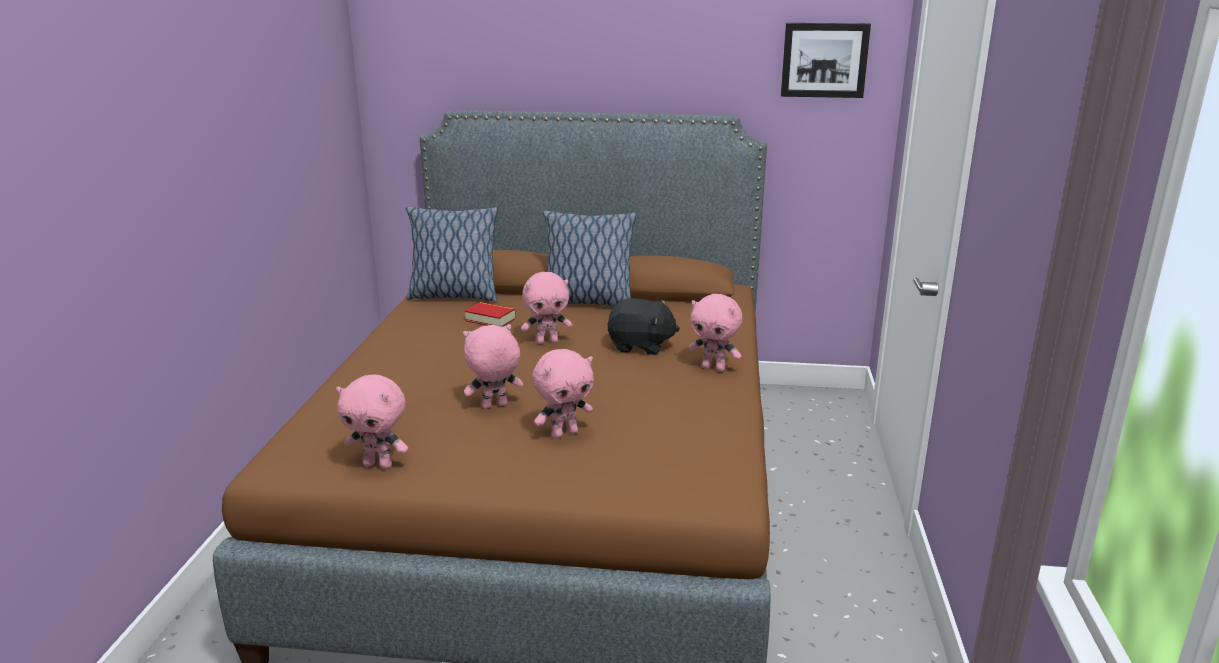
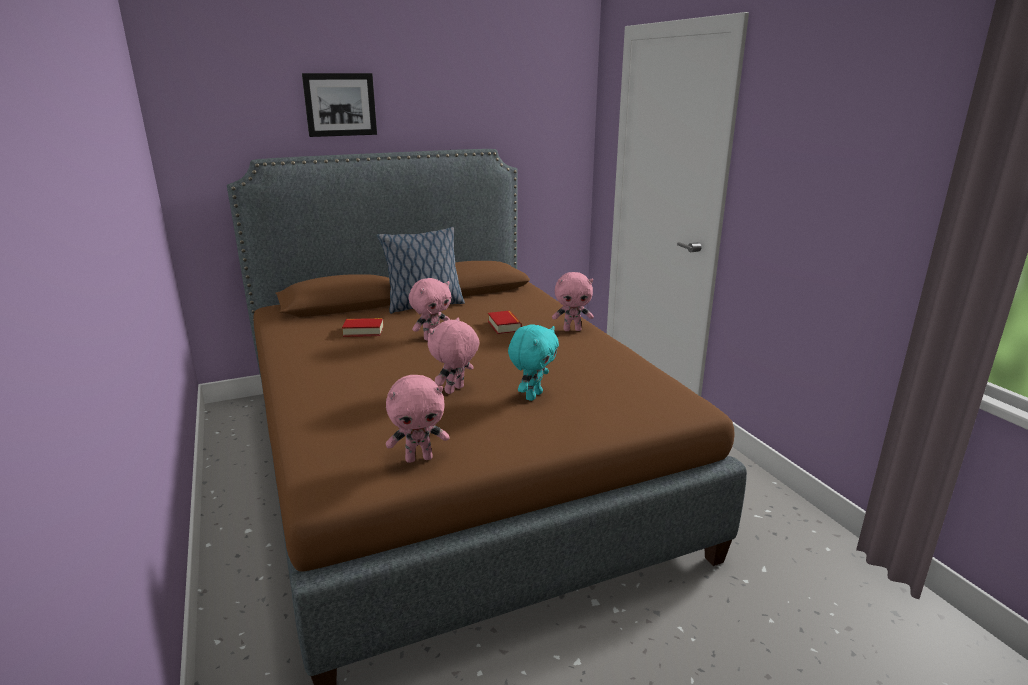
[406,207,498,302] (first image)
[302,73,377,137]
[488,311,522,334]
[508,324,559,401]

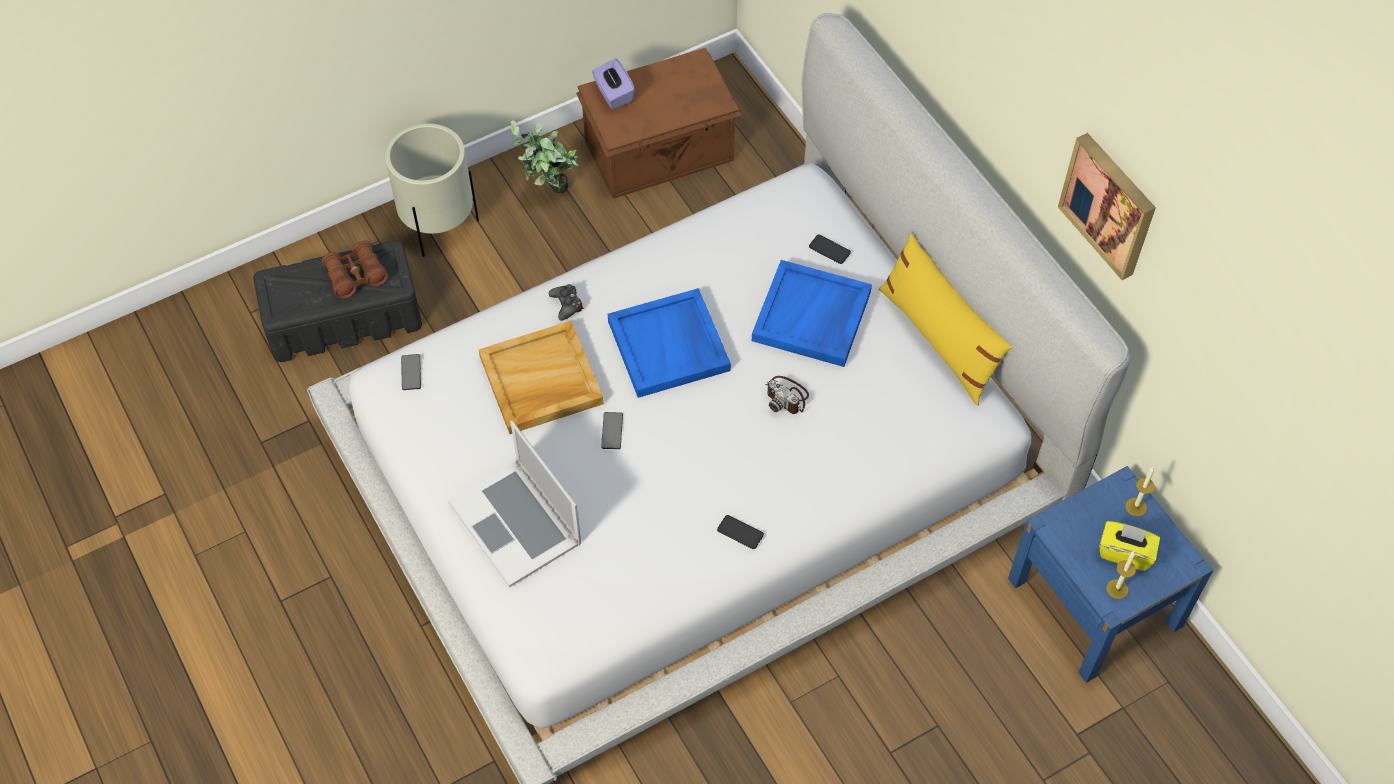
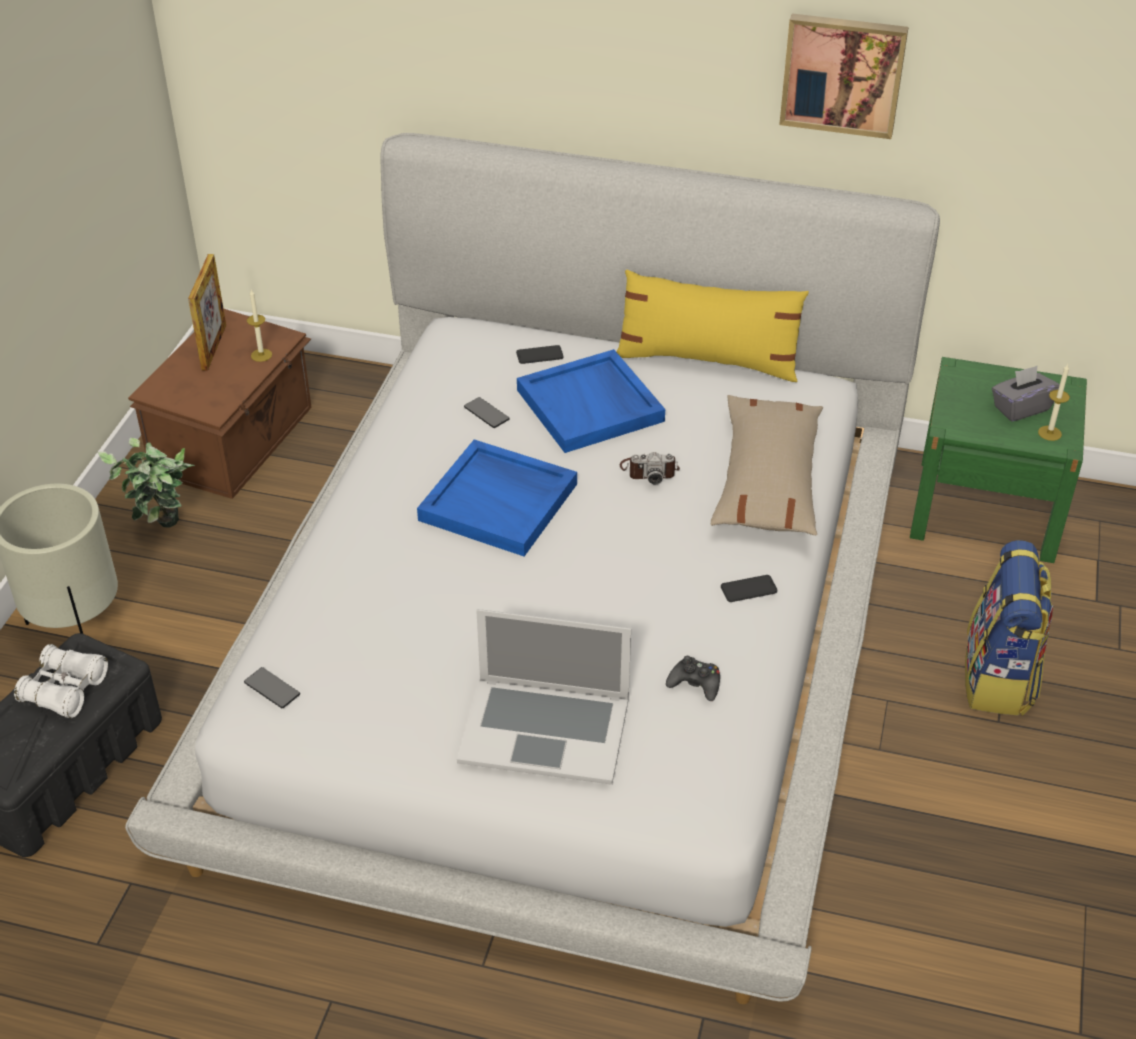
[478,321,604,434] (first image)
[592,58,635,109] (first image)
[188,254,226,371]
[711,395,823,535]
[965,540,1053,716]
[666,656,720,701]
[464,397,509,428]
[247,290,272,362]
[14,644,108,718]
[910,357,1087,563]
[992,366,1060,422]

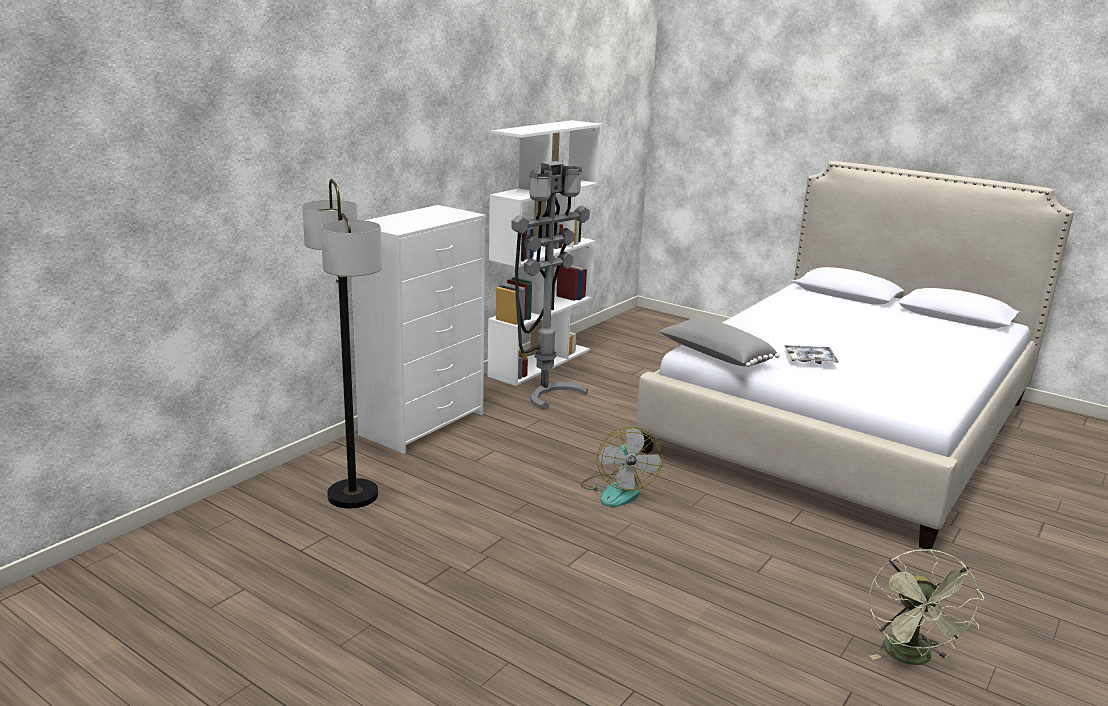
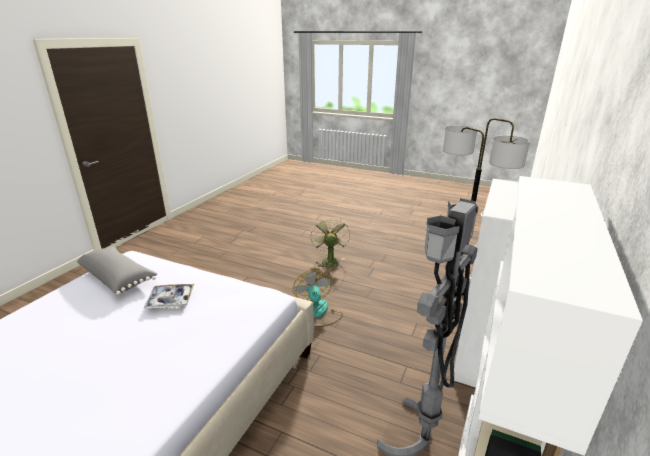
[77,247,157,295]
[310,216,350,270]

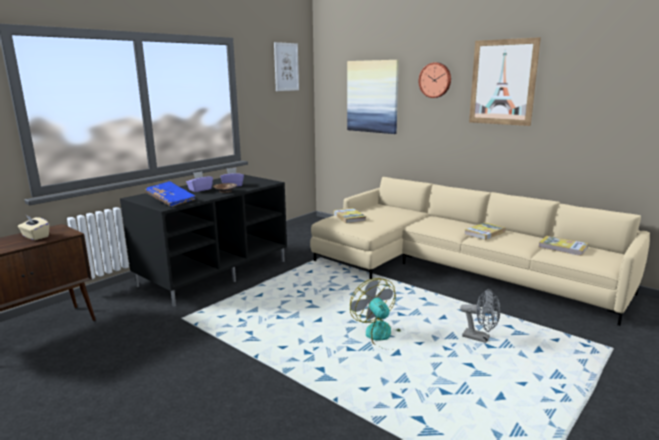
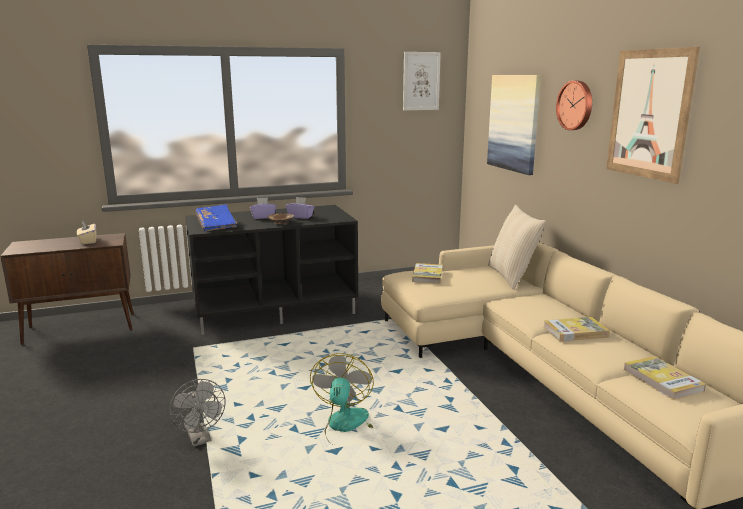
[488,205,546,290]
[169,379,226,447]

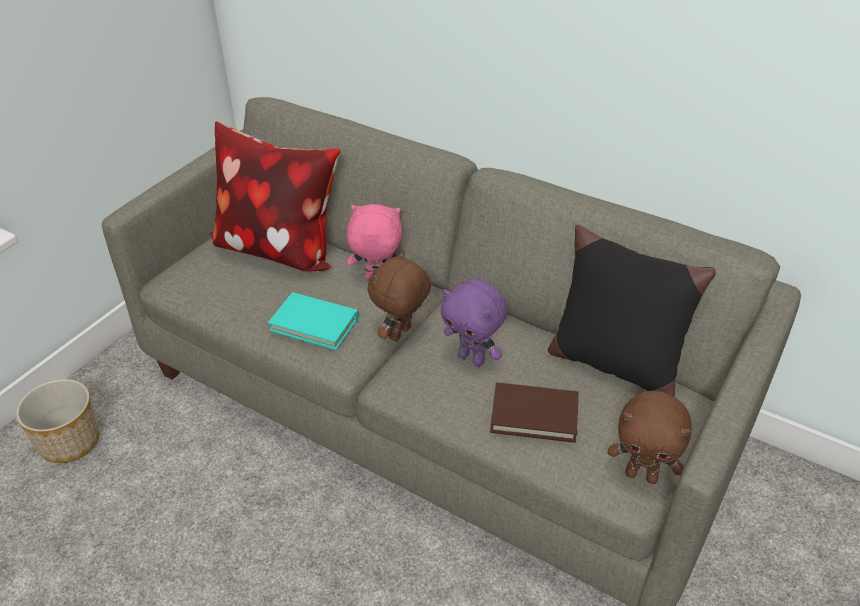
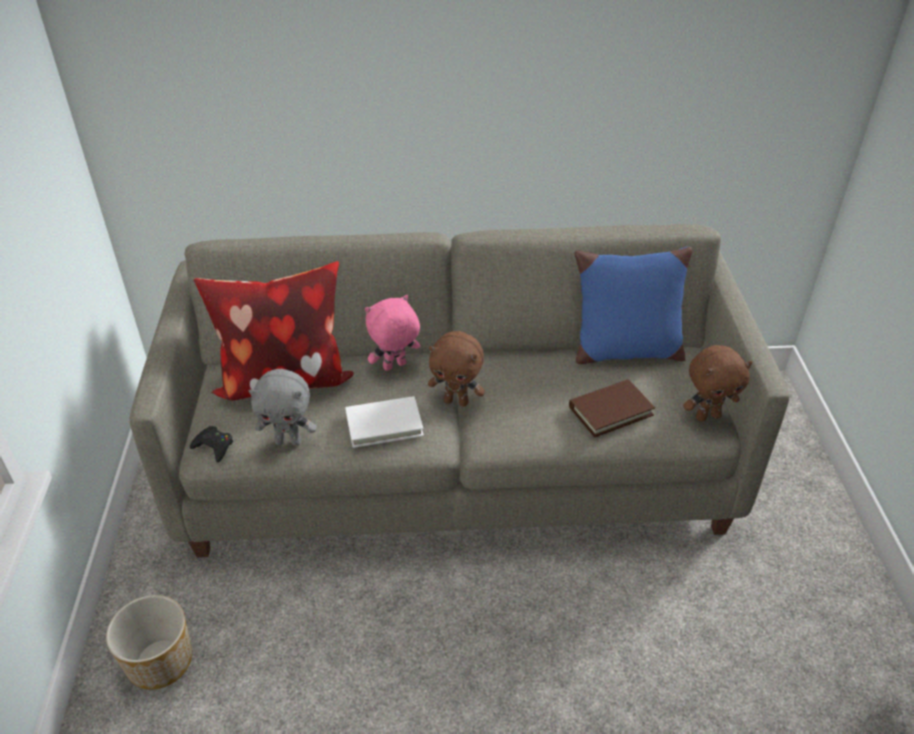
[441,279,507,367] (first image)
[190,426,233,462]
[249,369,317,446]
[345,396,424,448]
[575,247,692,364]
[428,331,485,407]

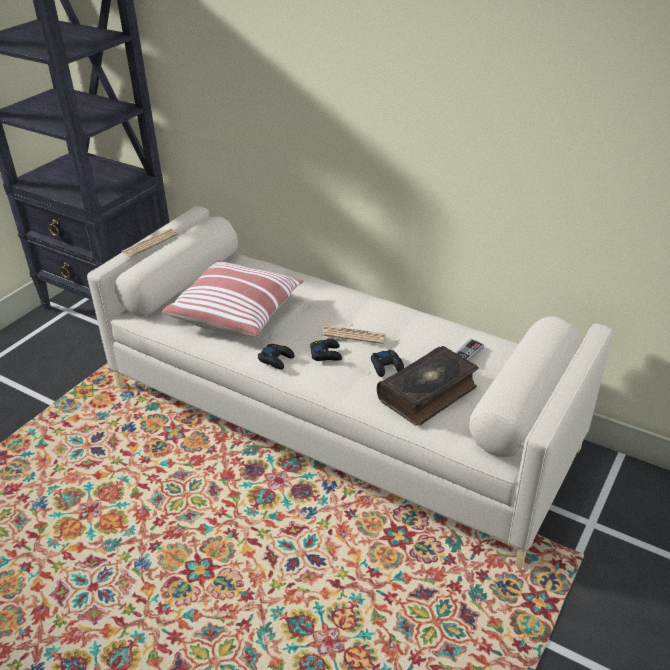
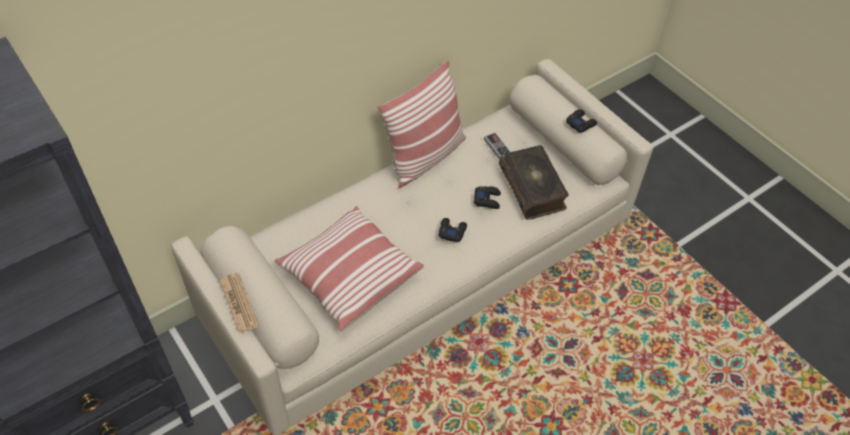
[321,325,386,344] (first image)
[377,60,466,188]
[566,109,597,133]

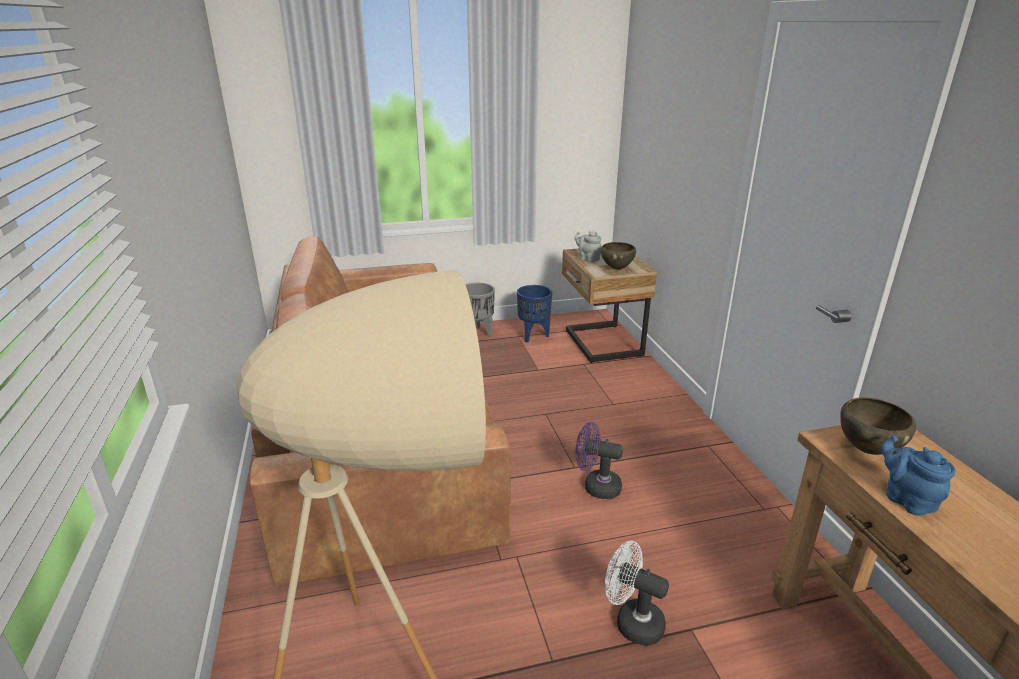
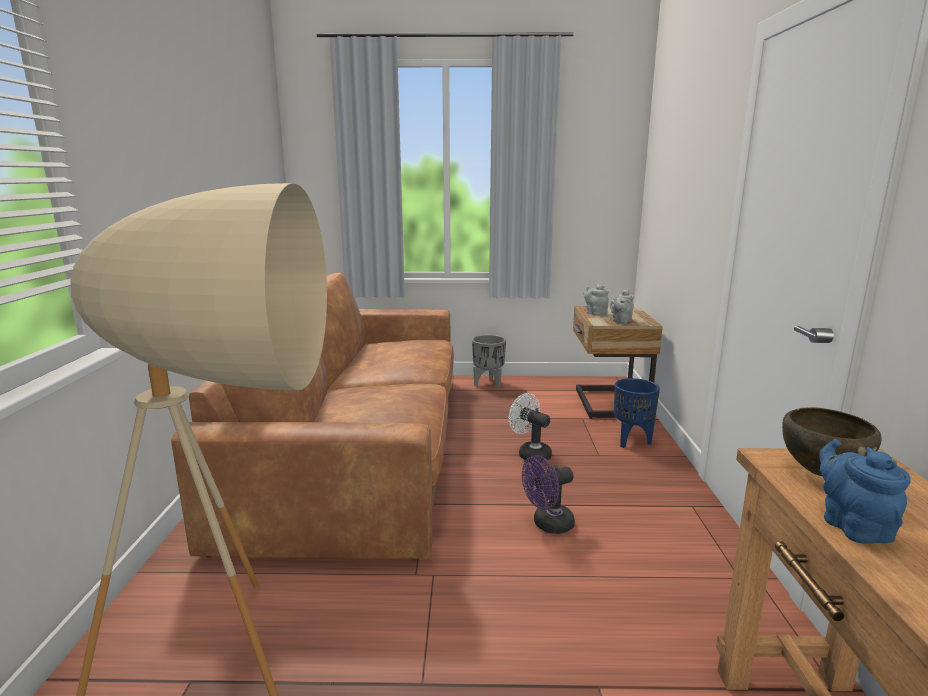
[614,378,660,448]
[509,393,552,462]
[610,289,634,324]
[522,455,575,534]

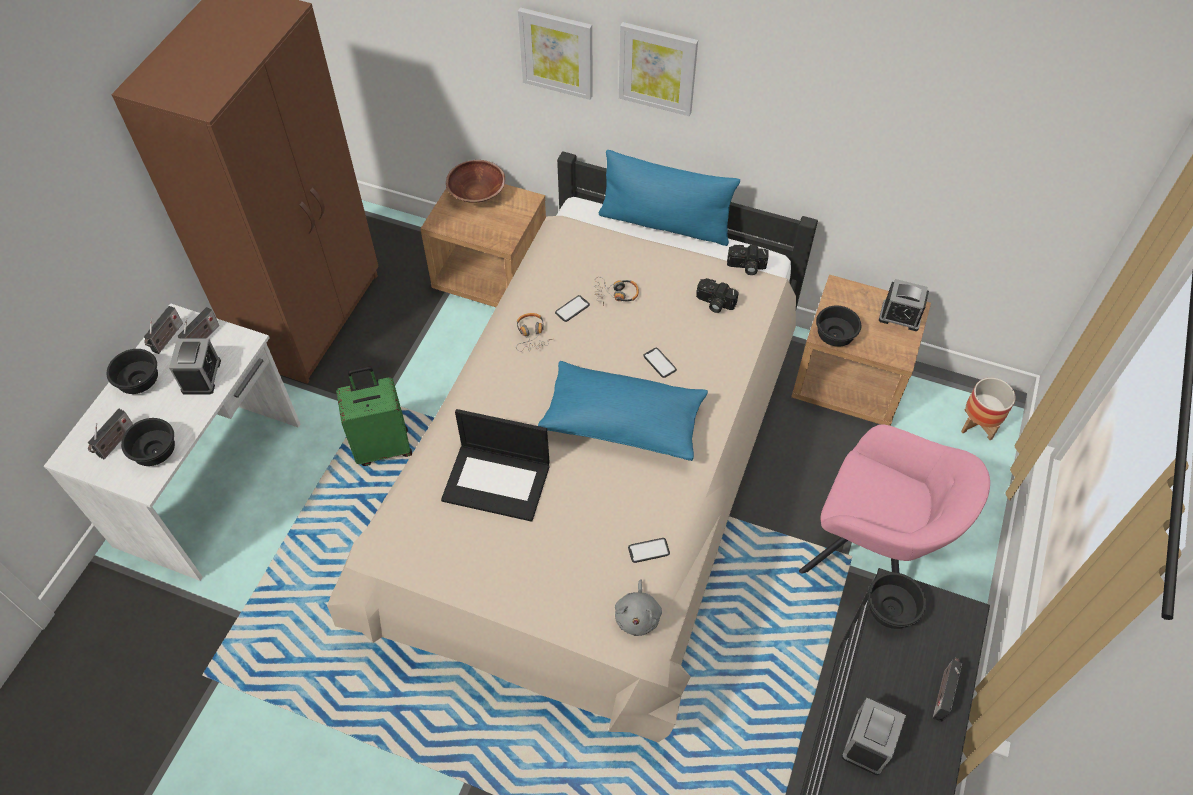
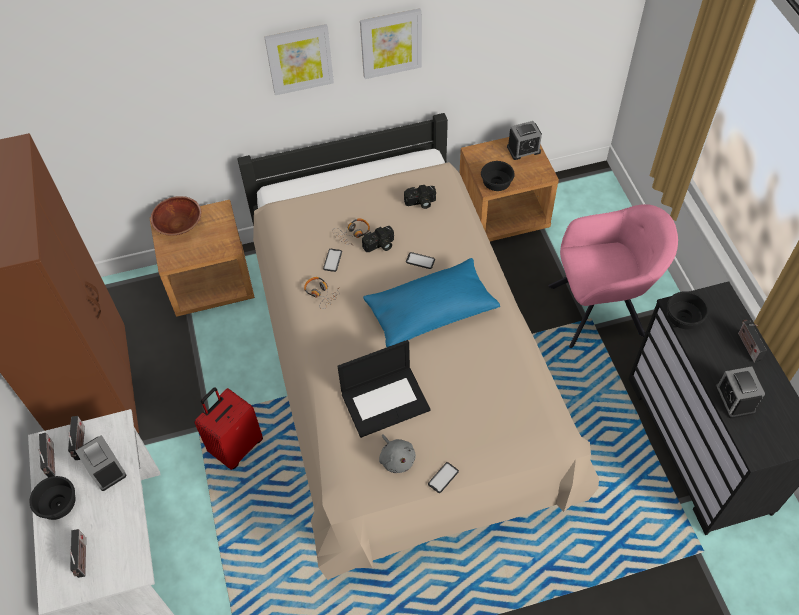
[121,418,175,466] (first image)
[599,150,740,246] (first image)
[961,378,1016,440] (first image)
[360,8,422,79]
[379,434,416,473]
[428,462,459,493]
[362,226,394,252]
[194,387,263,470]

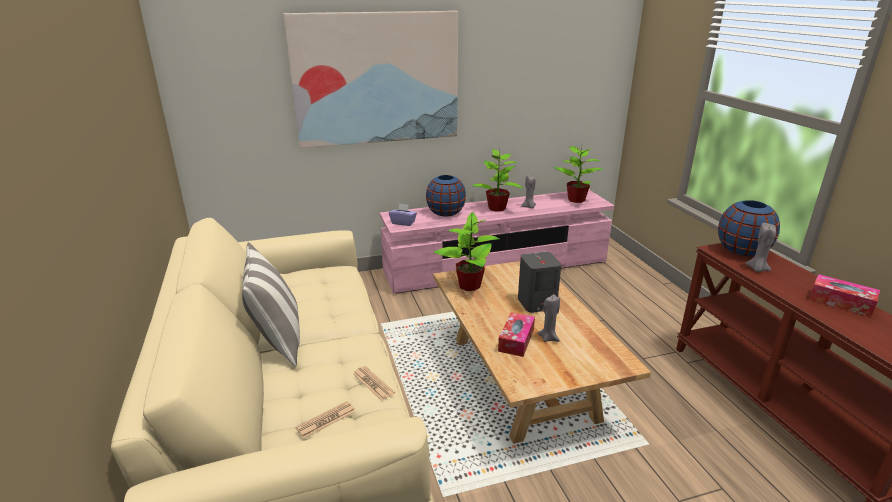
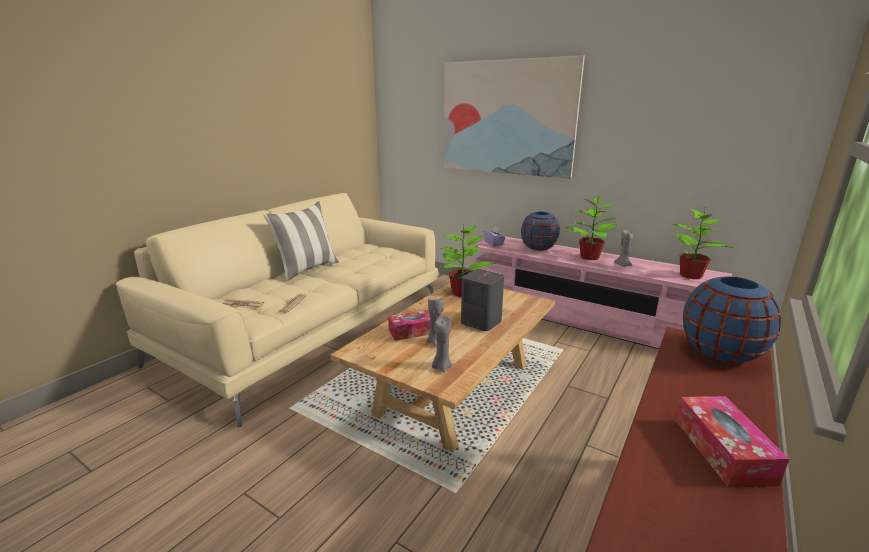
[432,315,452,373]

